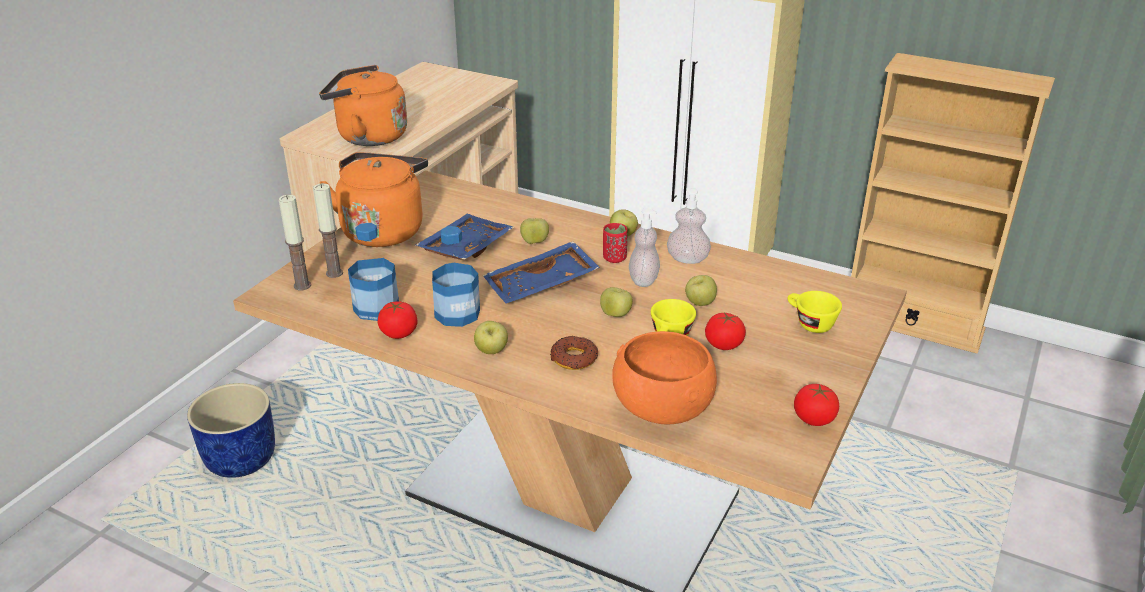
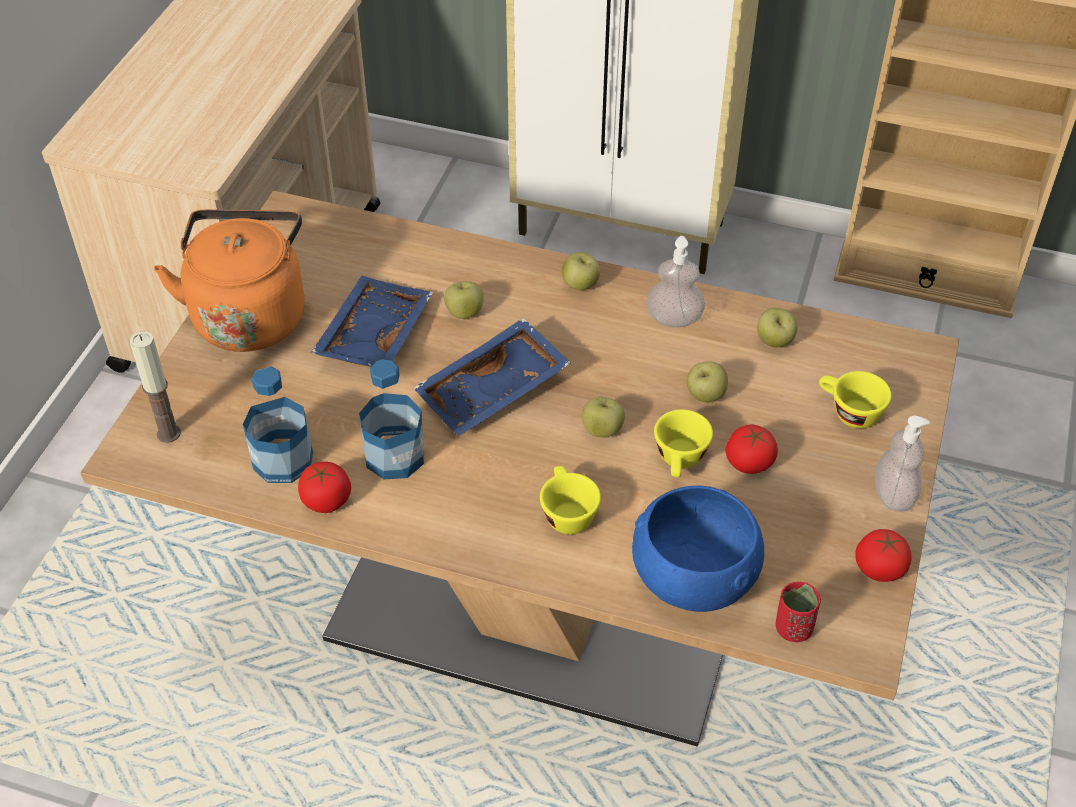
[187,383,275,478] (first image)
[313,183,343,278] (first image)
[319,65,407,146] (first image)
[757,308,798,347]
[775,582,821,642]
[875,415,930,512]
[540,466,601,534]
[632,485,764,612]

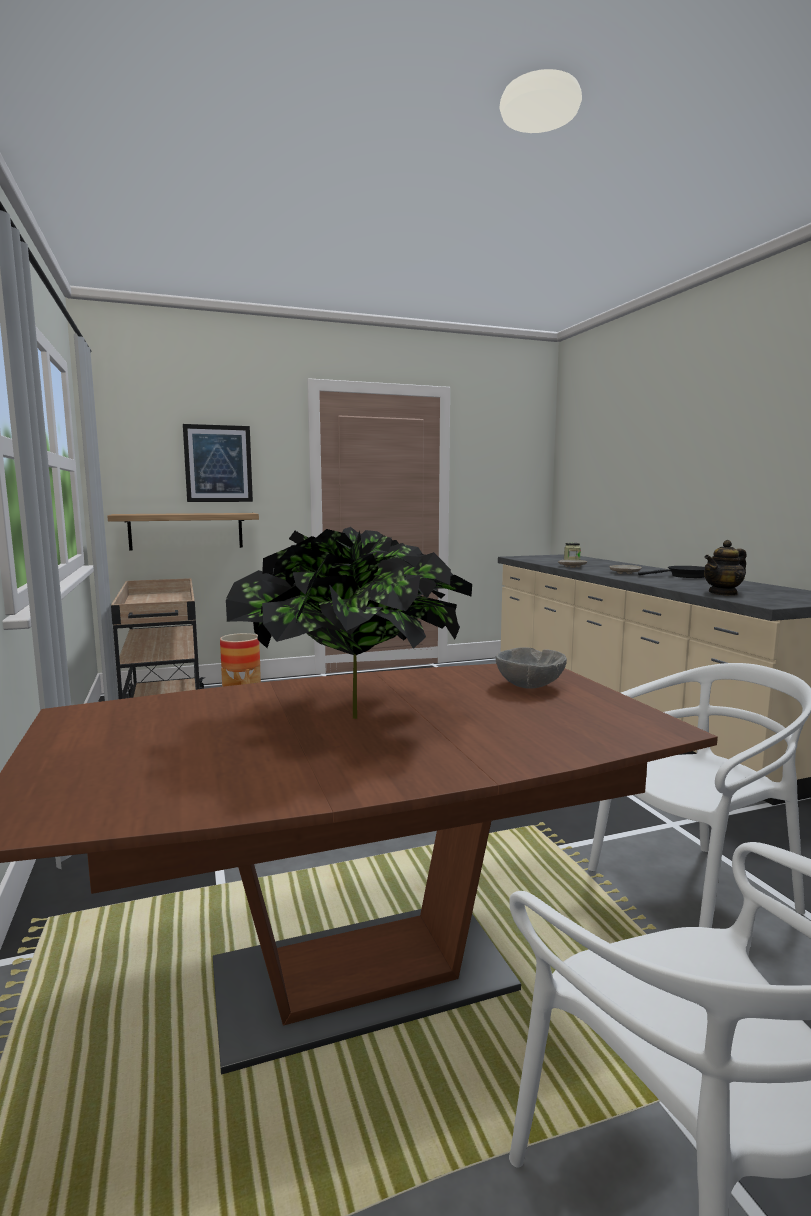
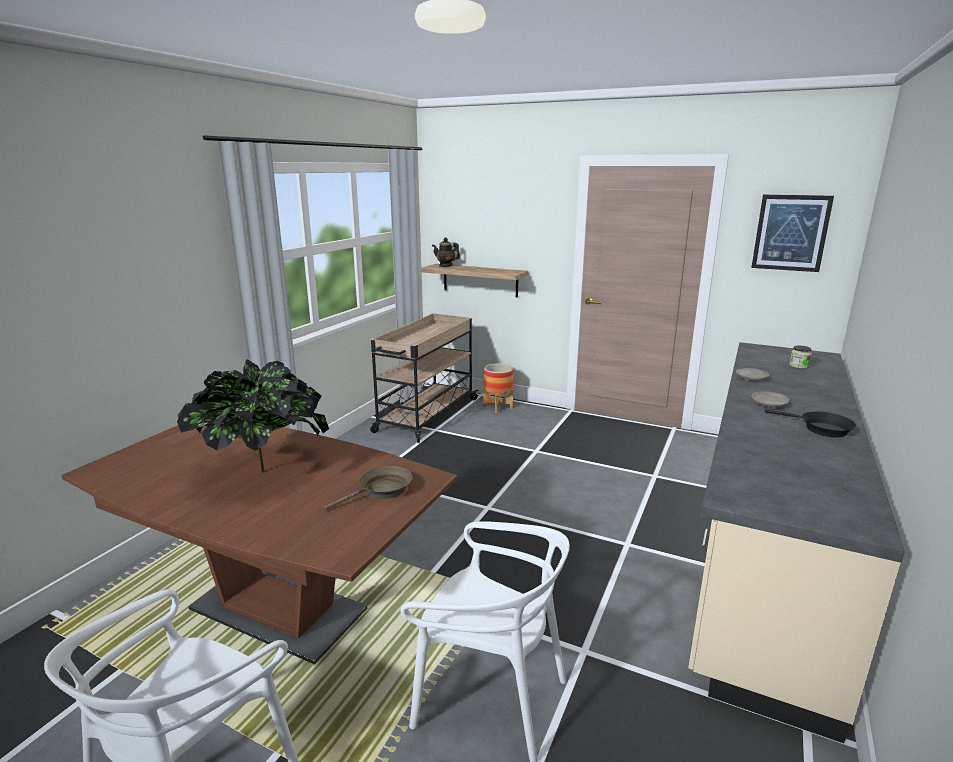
[751,194,834,272]
[432,238,461,267]
[324,466,412,510]

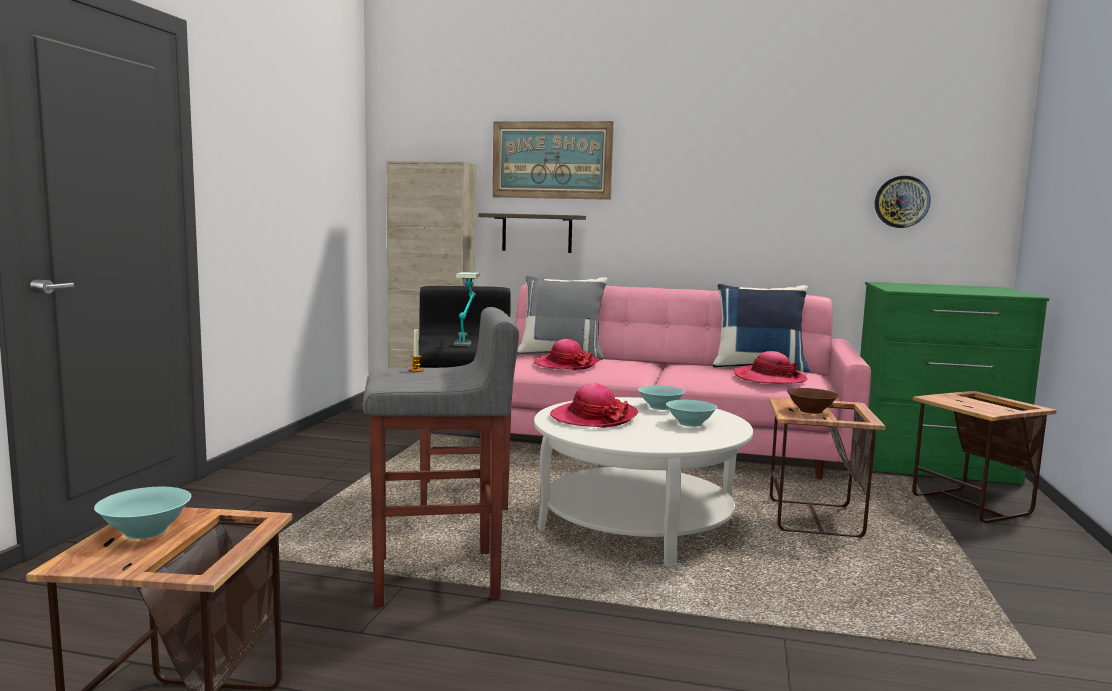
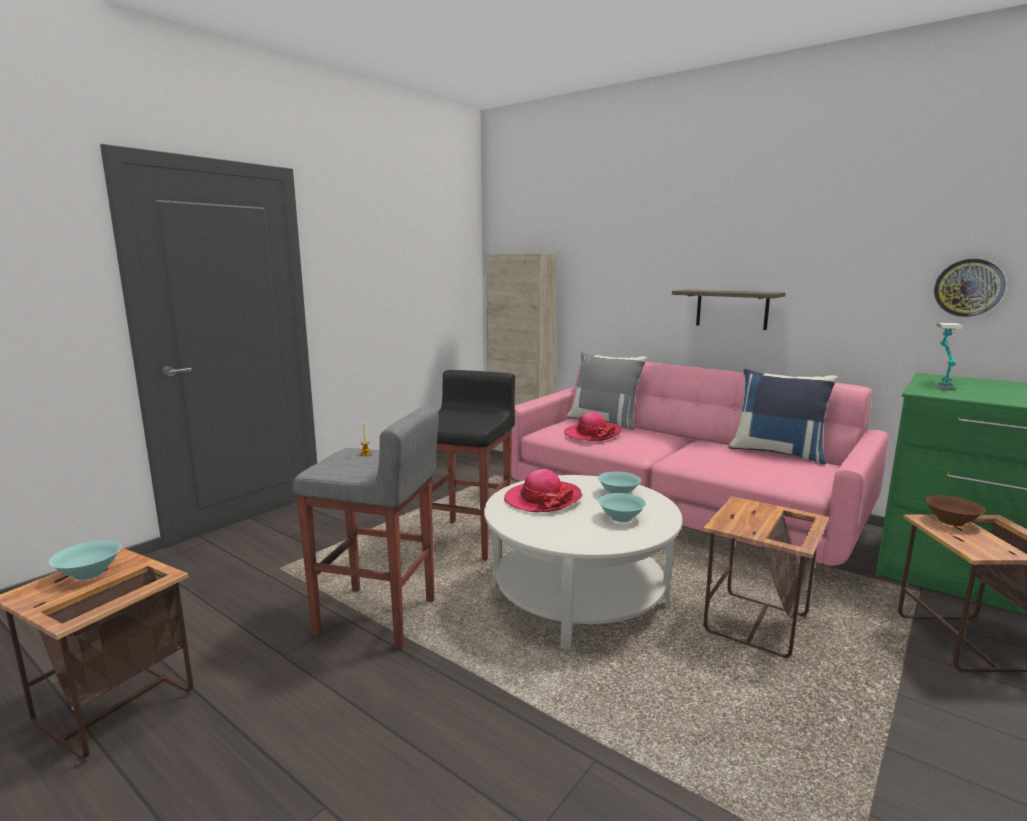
[492,121,614,200] (first image)
[734,351,808,384] (first image)
[936,323,963,390]
[672,289,785,330]
[925,495,986,526]

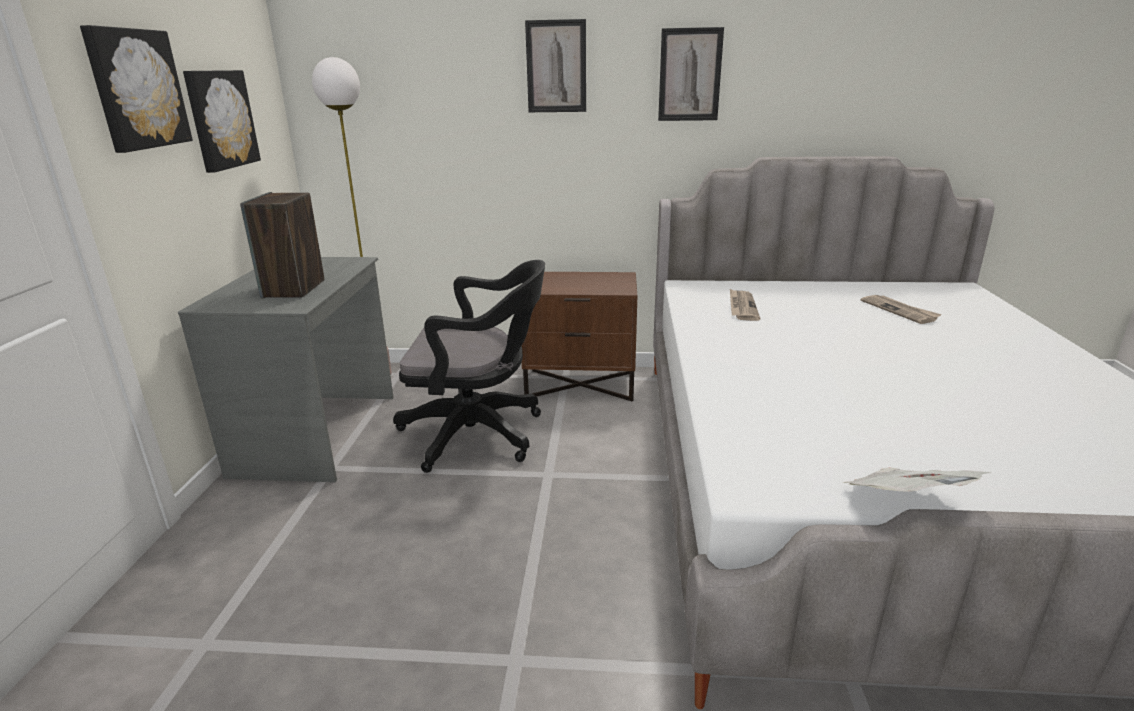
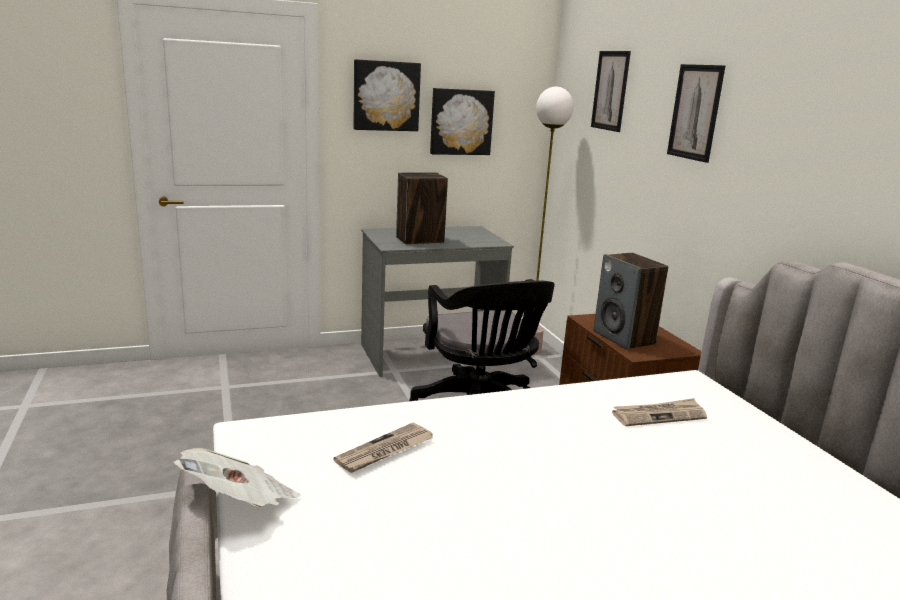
[593,253,668,350]
[591,51,631,132]
[333,423,433,473]

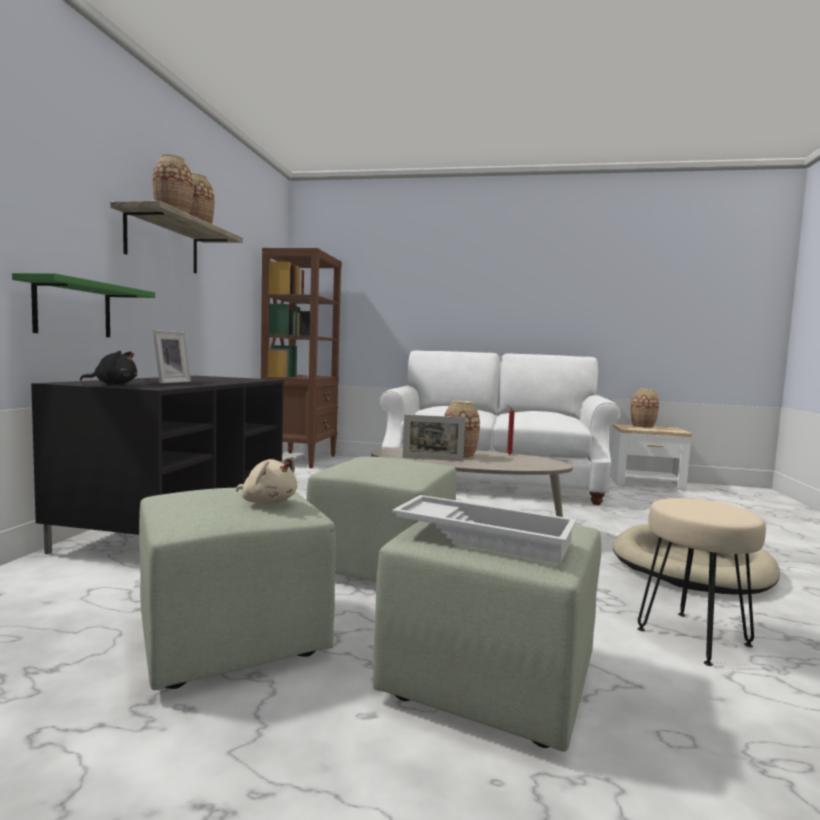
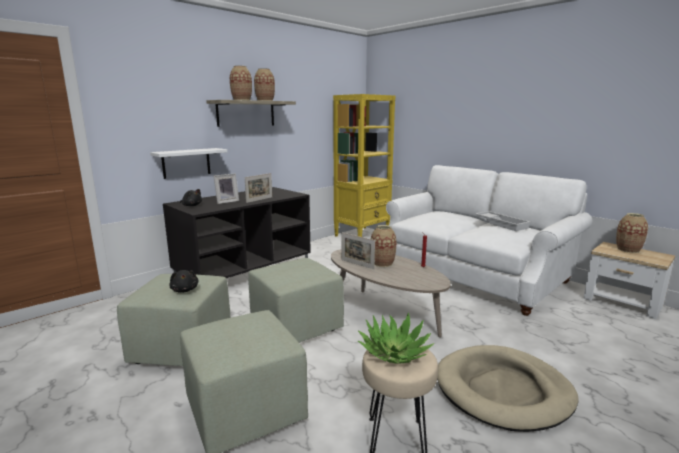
[245,173,272,203]
[358,312,435,364]
[475,211,530,231]
[150,148,227,179]
[169,270,199,293]
[333,94,396,237]

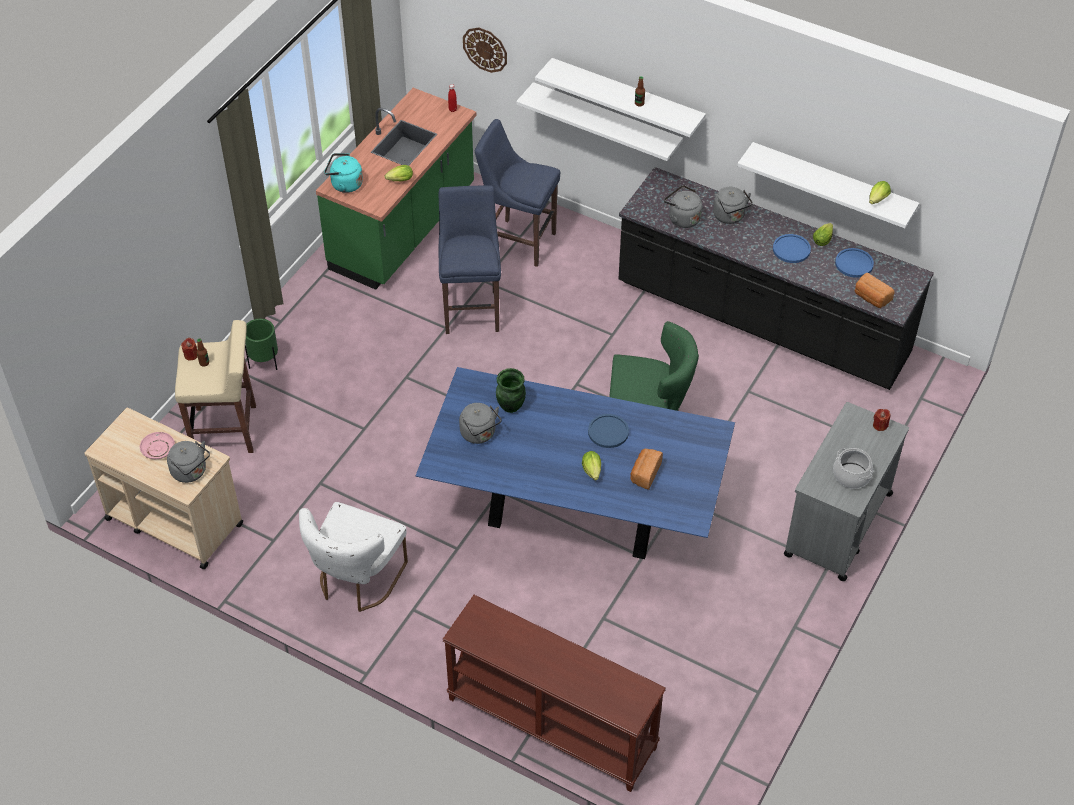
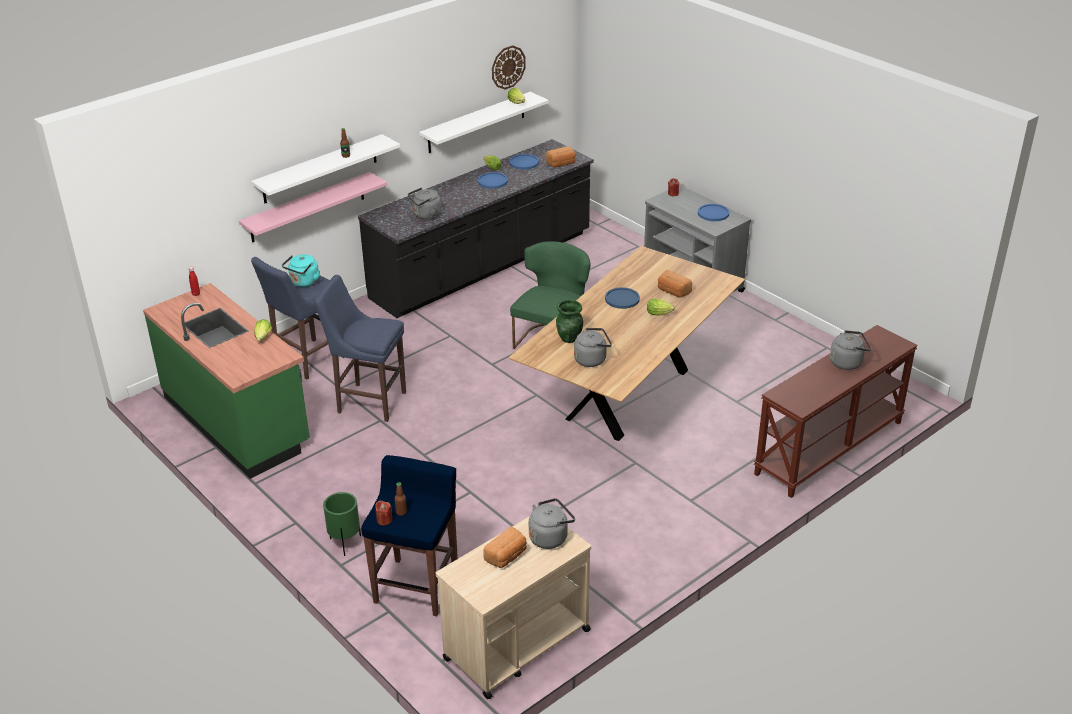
[299,502,408,612] (first image)
[282,254,320,287]
[492,45,526,90]
[830,330,871,370]
[483,526,527,568]
[698,204,729,221]
[361,455,458,616]
[508,246,745,441]
[239,172,387,242]

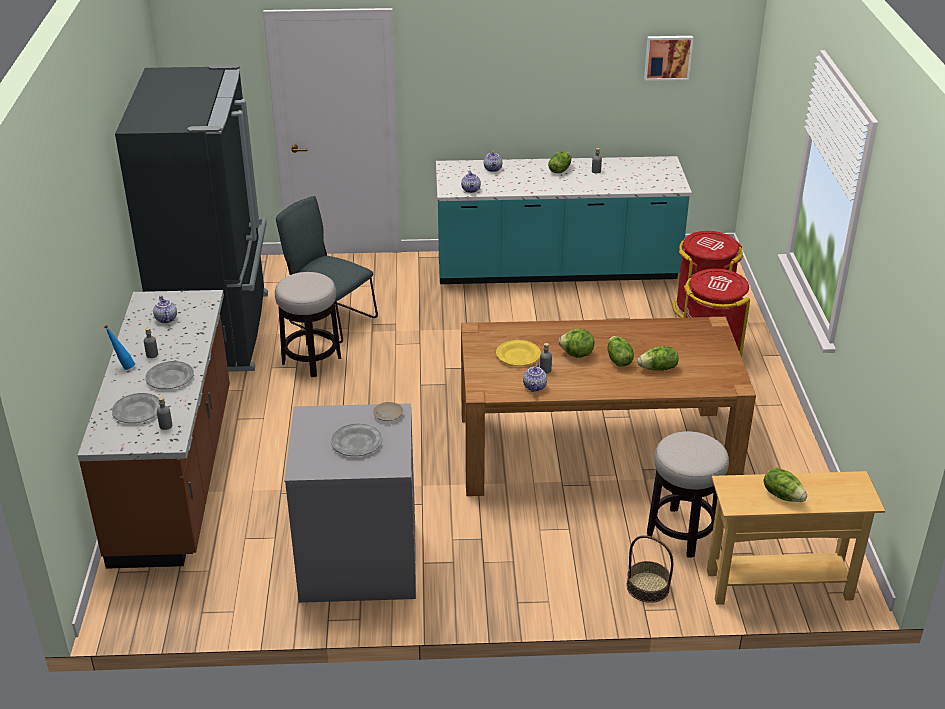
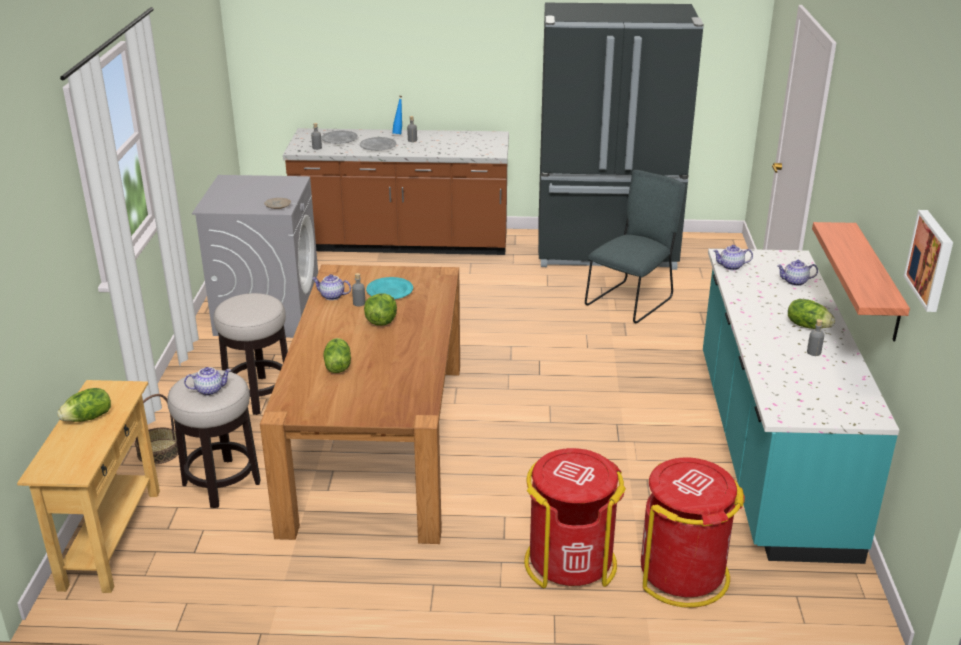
[331,423,383,456] (first image)
[608,336,634,367] (first image)
[812,222,910,341]
[184,367,231,396]
[214,293,288,415]
[366,277,413,299]

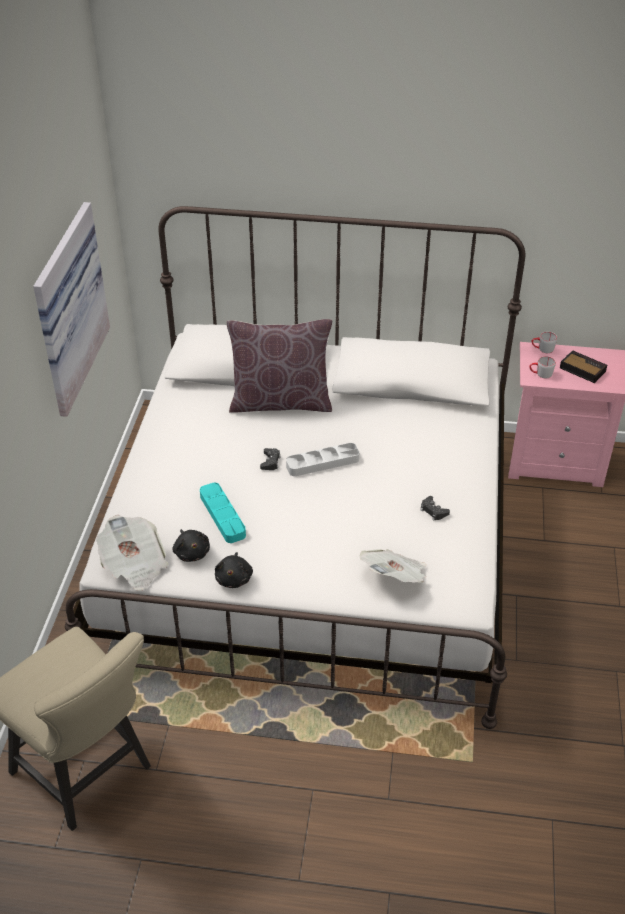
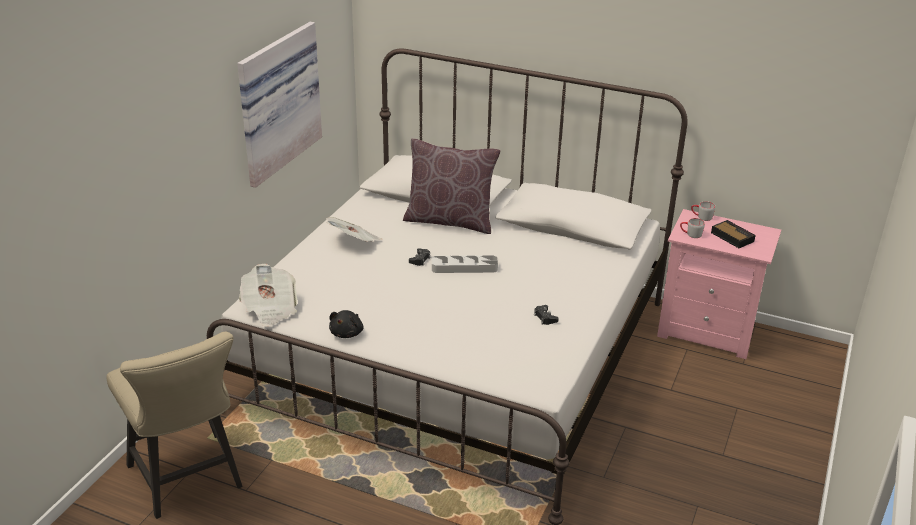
[173,529,210,562] (first image)
[200,483,246,543] (first image)
[326,217,382,242]

